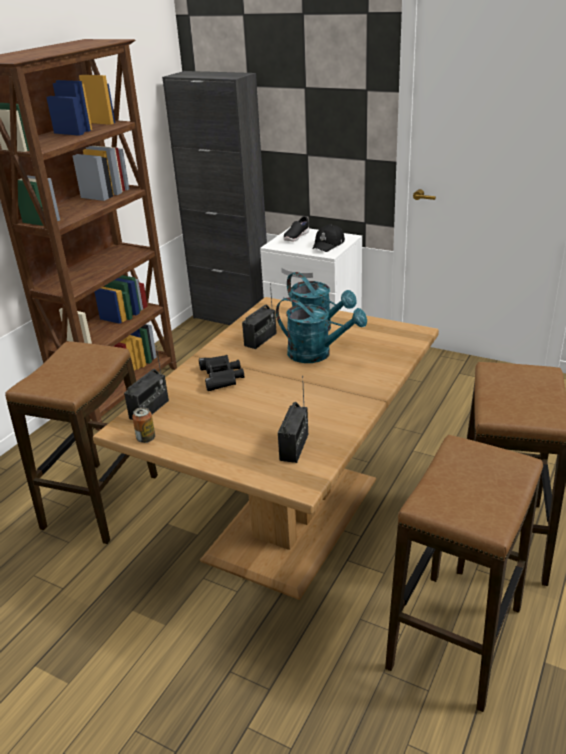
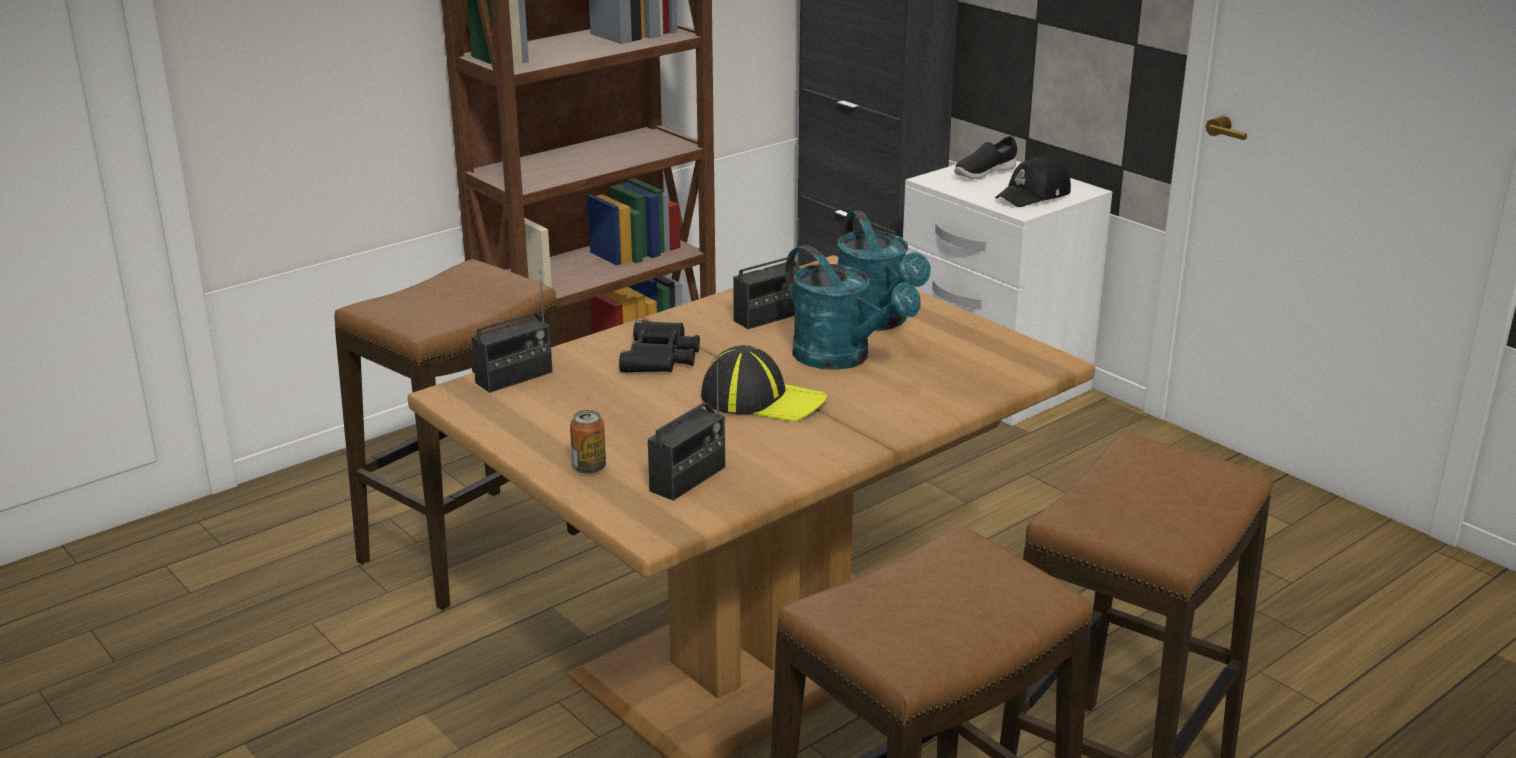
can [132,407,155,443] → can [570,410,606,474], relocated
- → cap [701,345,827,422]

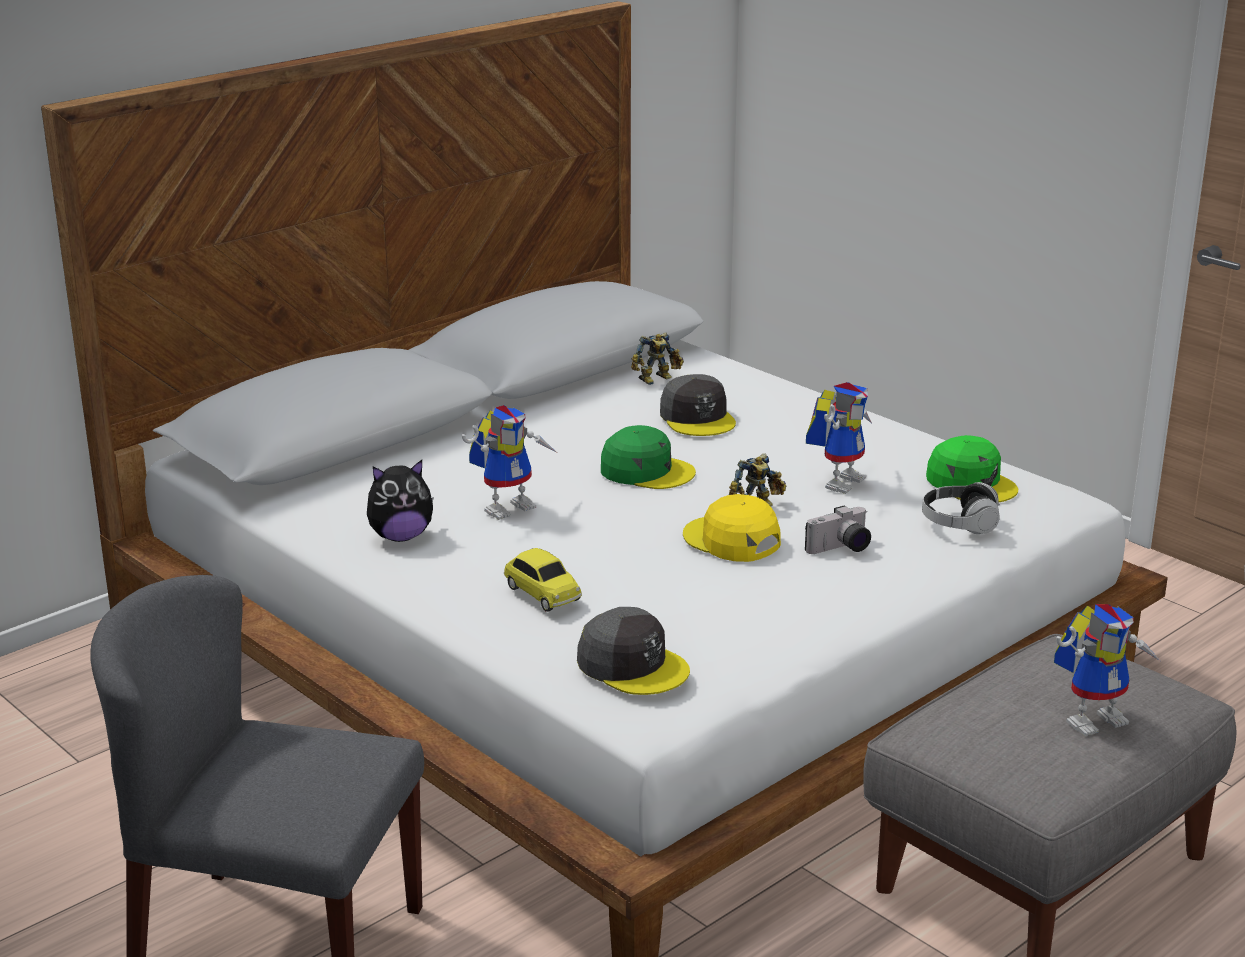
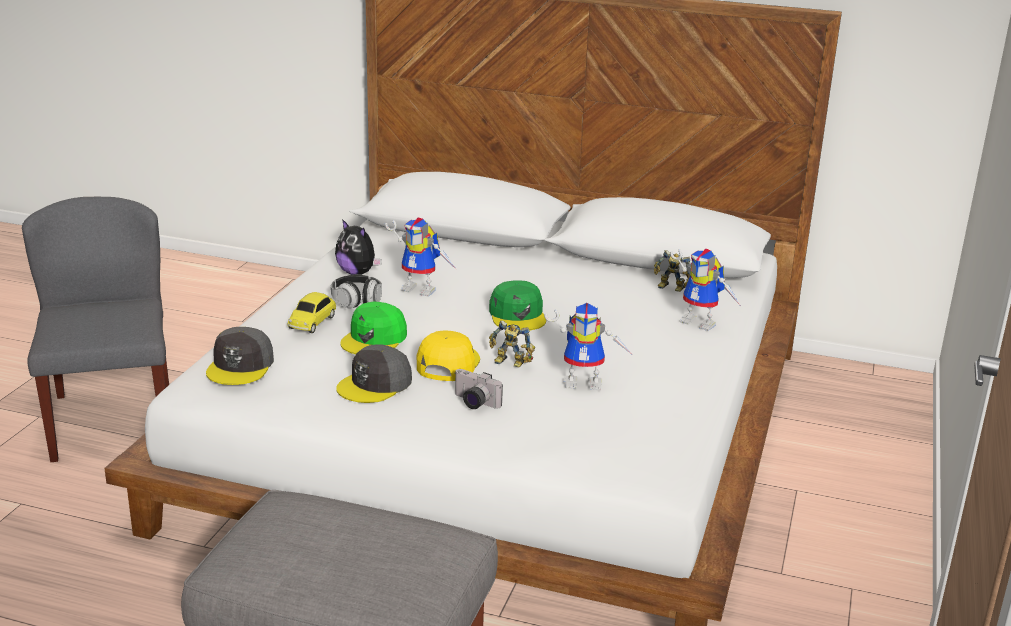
headphones [922,482,1000,534] → headphones [331,275,382,309], relocated
cap (grey) [660,374,736,436] → cap (grey) [336,344,412,403], relocated
cap (green) [926,435,1018,503] → cap (green) [340,302,407,354], relocated
toy robot [1054,604,1160,736] → toy robot [670,249,740,331], relocated

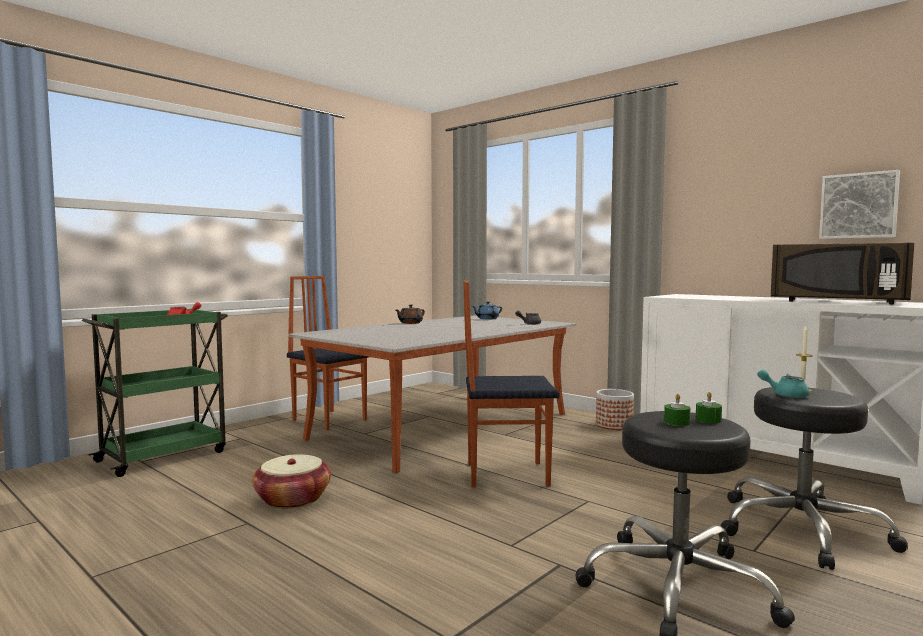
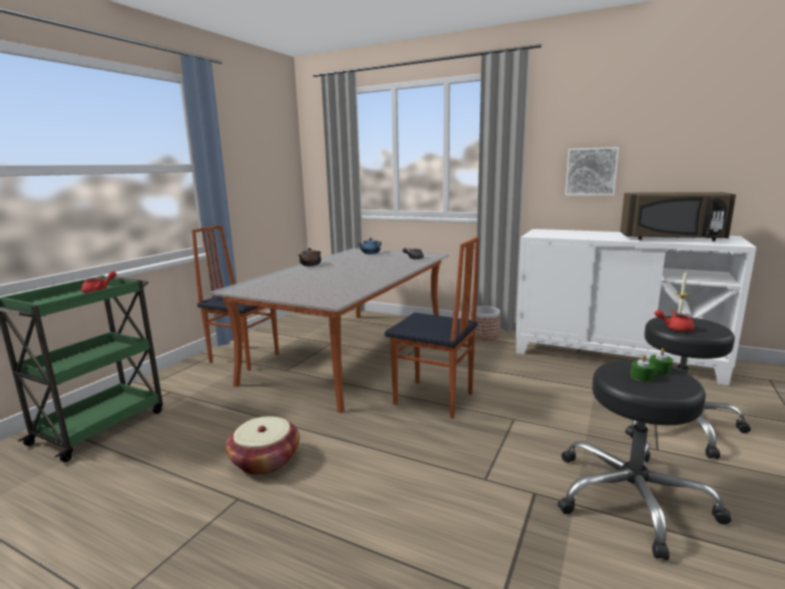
chair [463,280,560,487] → chair [385,237,479,419], 135 degrees counterclockwise
picture [819,170,900,239] → picture [565,147,619,196], relocated
teapot (turquoise) [757,370,810,398] → teapot (red) [654,310,695,332]

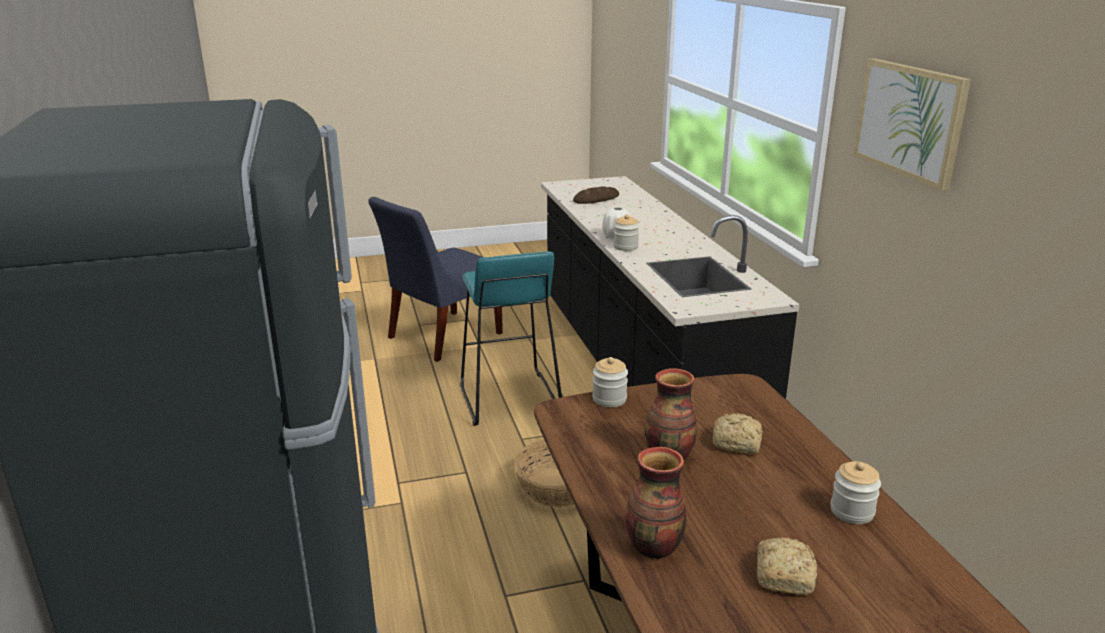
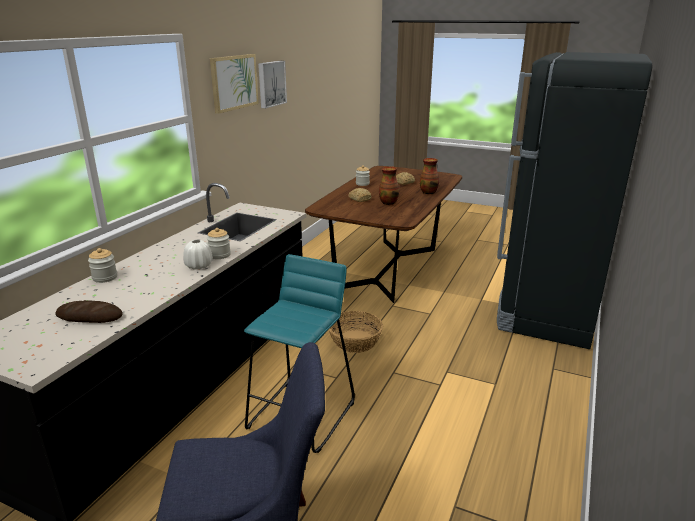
jar [592,357,628,407] → jar [88,248,117,283], relocated
- → picture [258,61,287,108]

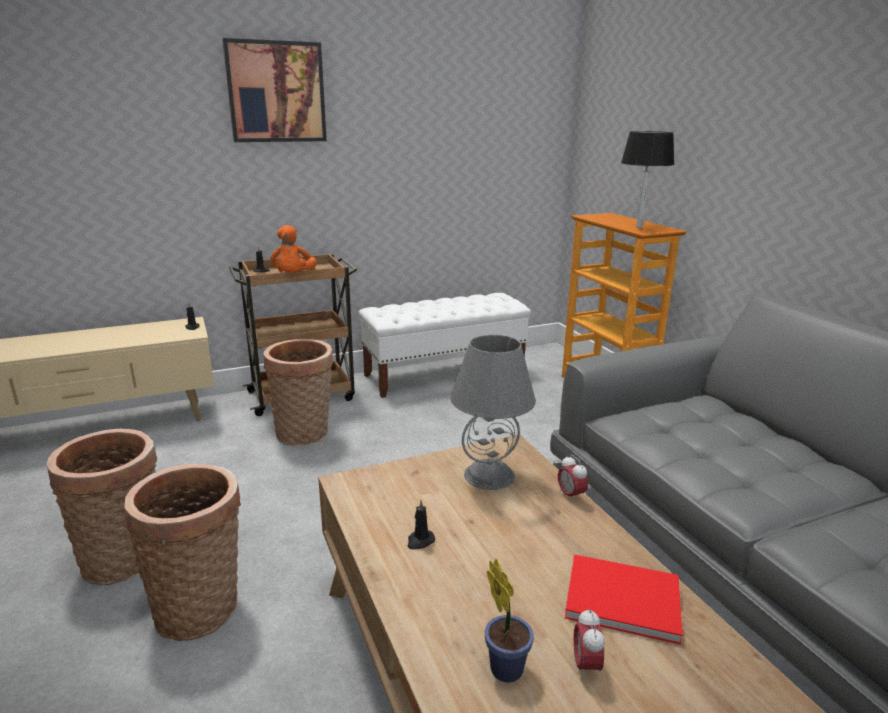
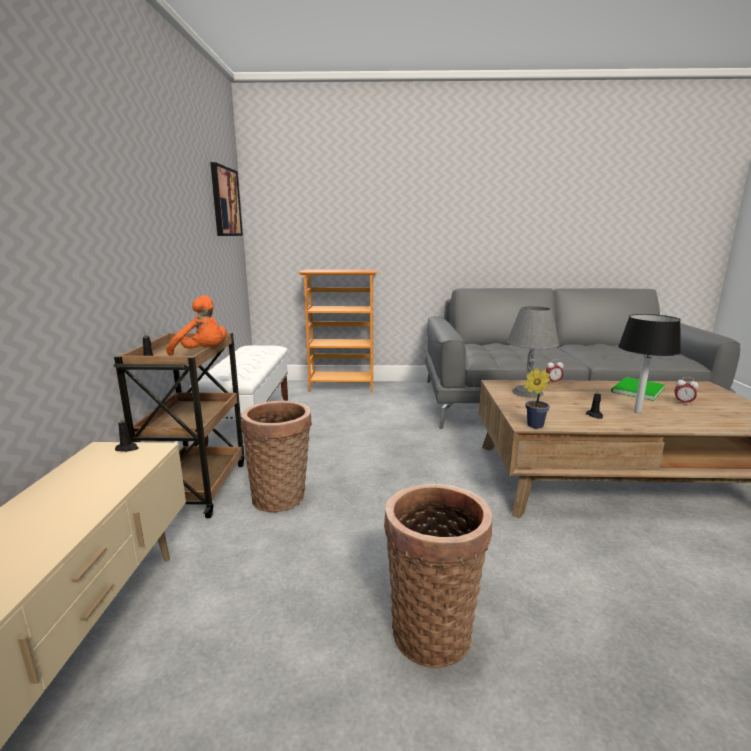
picture [222,38,327,142] → picture [210,162,243,236], relocated
potted plant [485,559,534,683] → potted plant [524,368,550,428], relocated
book (red) [565,554,683,644] → book (green) [611,377,665,401]
table lamp (black) [621,131,675,228] → table lamp (black) [618,314,681,413], relocated
basket [124,464,241,641] → -

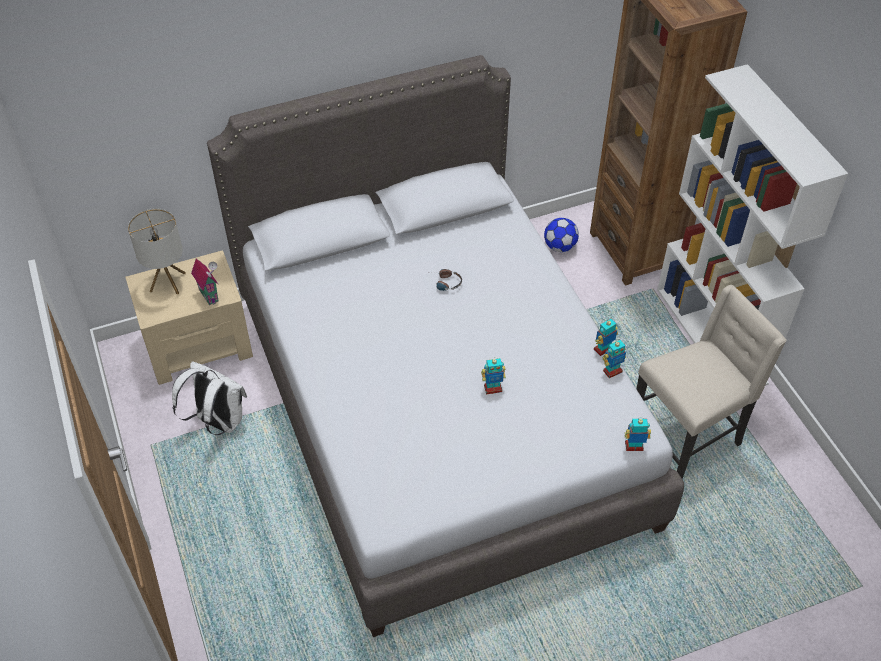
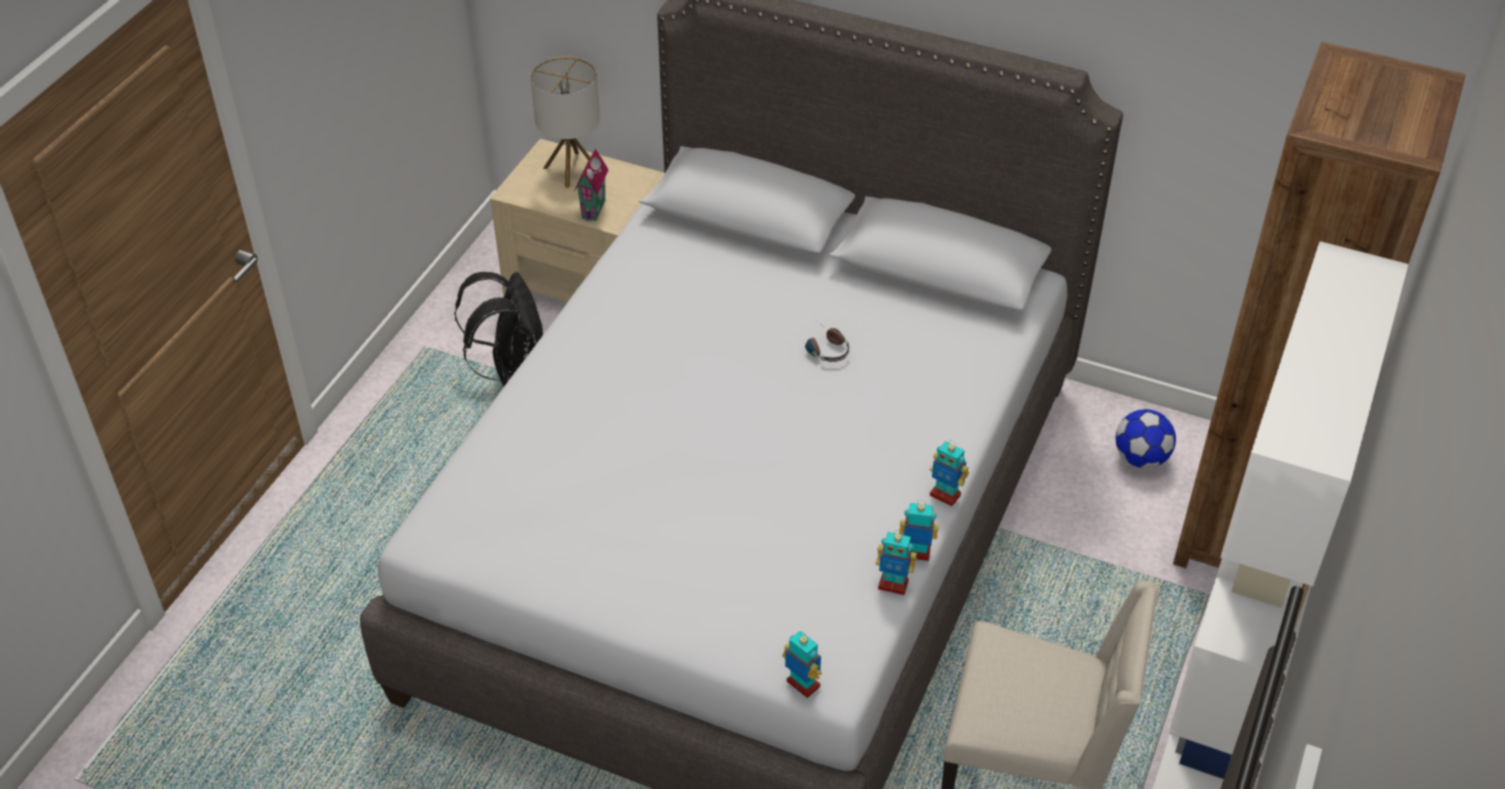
backpack (white) [172,361,247,435] → backpack (black) [454,272,543,386]
toy robot [481,357,506,394] → toy robot [930,440,969,506], relocated

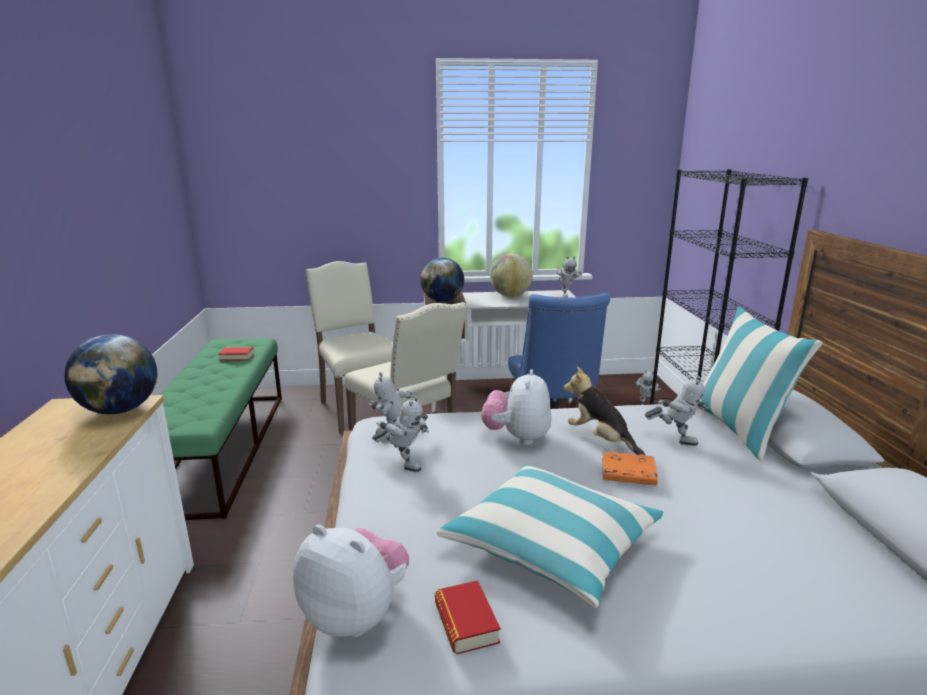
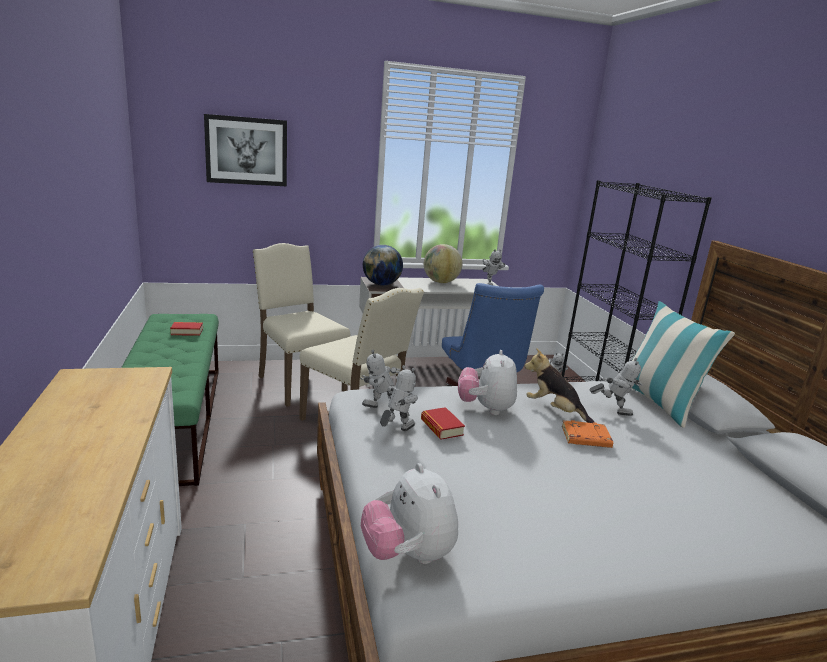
- → picture [204,114,287,186]
plush toy [293,525,409,637] → plush toy [361,463,458,564], 135 degrees counterclockwise
toy robot [372,396,429,472] → toy robot [380,365,418,431], 75 degrees counterclockwise
book [435,581,501,654] → book [421,407,465,440], relocated
globe [64,334,158,414] → -
pillow [437,464,663,608] → -

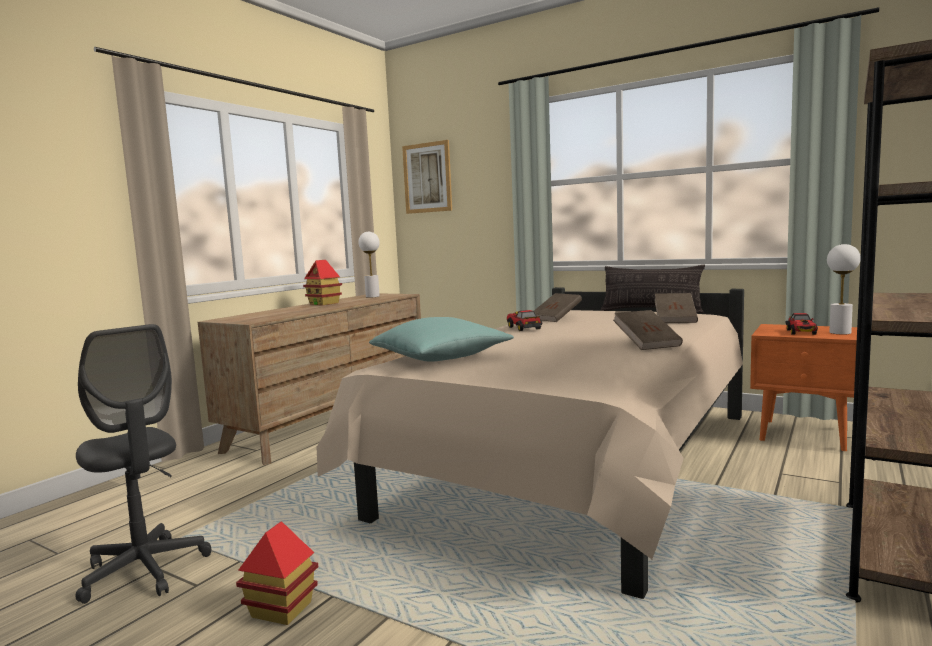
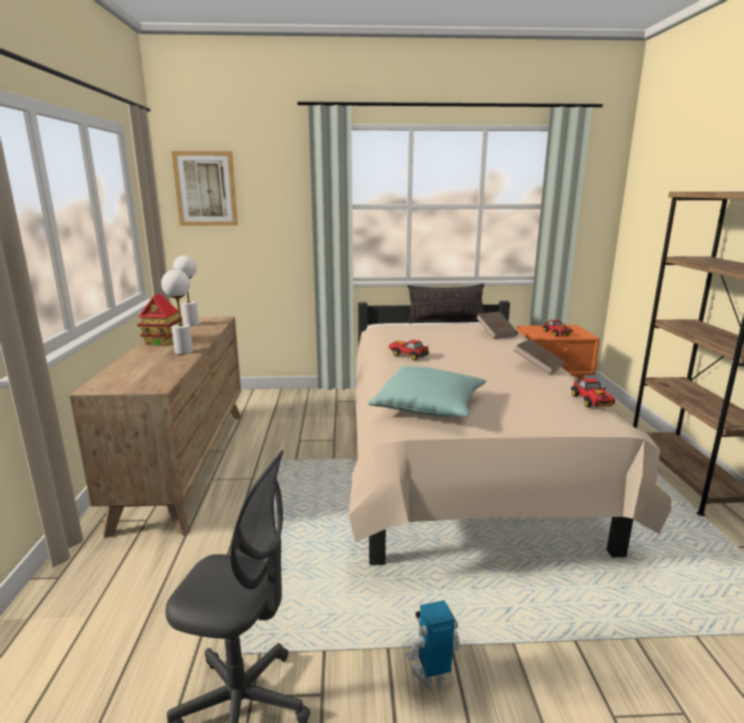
table lamp (white) [827,244,861,334] → table lamp (white) [161,270,193,354], relocated
toy house [236,521,318,625] → toy robot [405,600,462,691]
- → toy car [571,379,615,407]
book (brown) [534,293,582,322] → -

